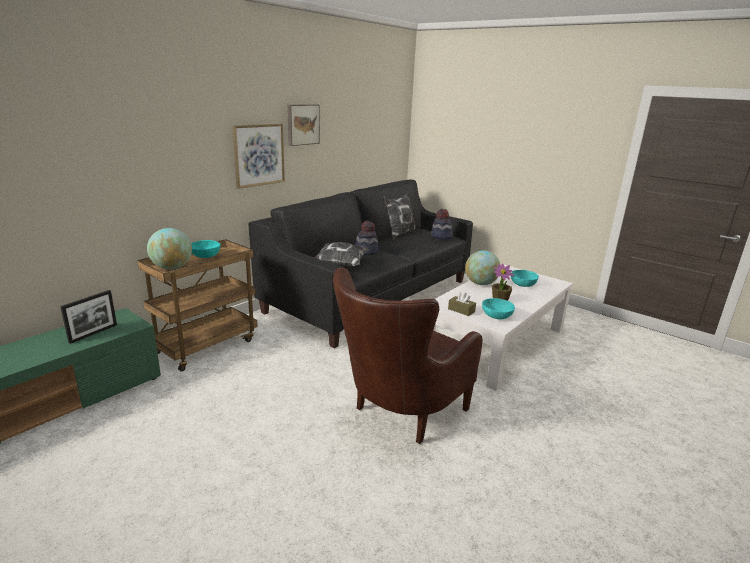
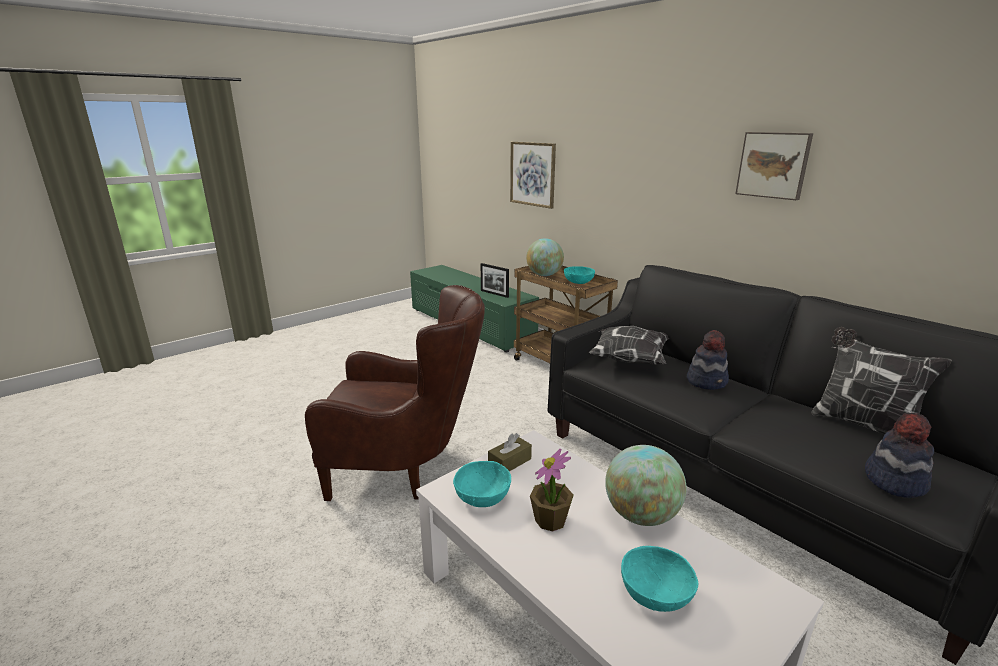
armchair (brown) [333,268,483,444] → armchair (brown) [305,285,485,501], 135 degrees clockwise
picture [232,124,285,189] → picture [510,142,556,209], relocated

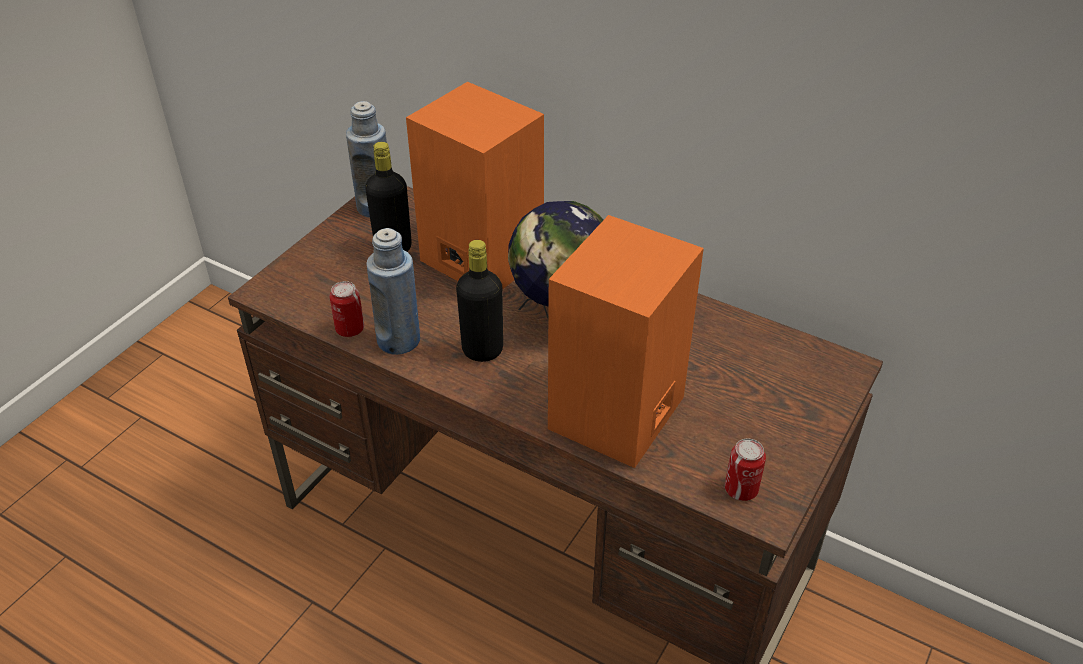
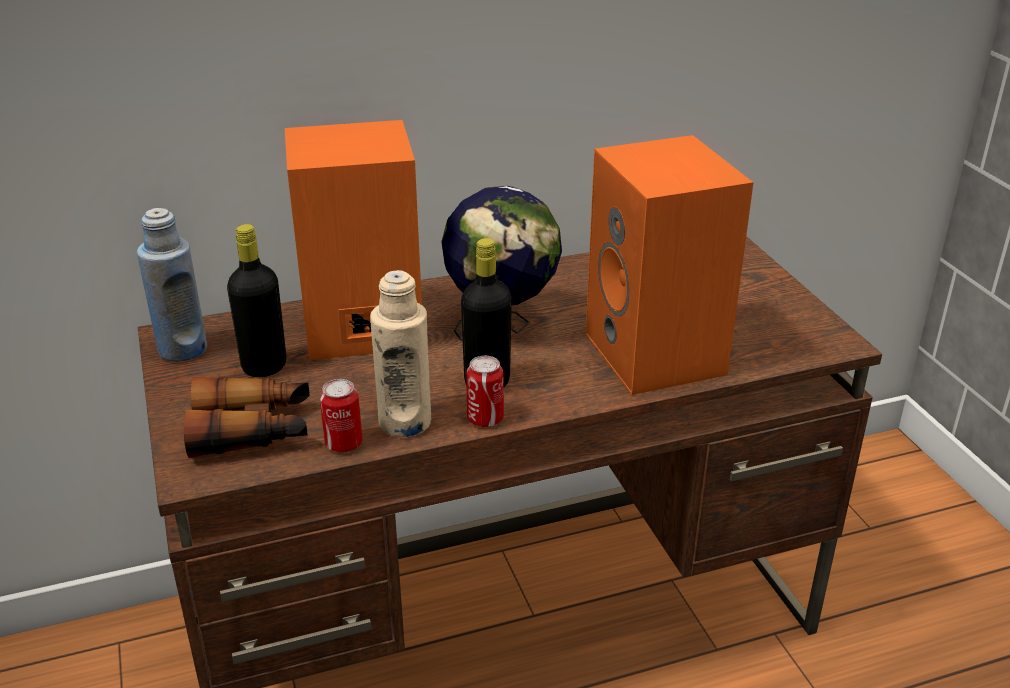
- → binoculars [184,376,310,458]
bottle (blue) [367,228,420,355] → bottle (beige) [370,270,431,437]
can [725,438,766,501] → can [466,356,504,427], relocated

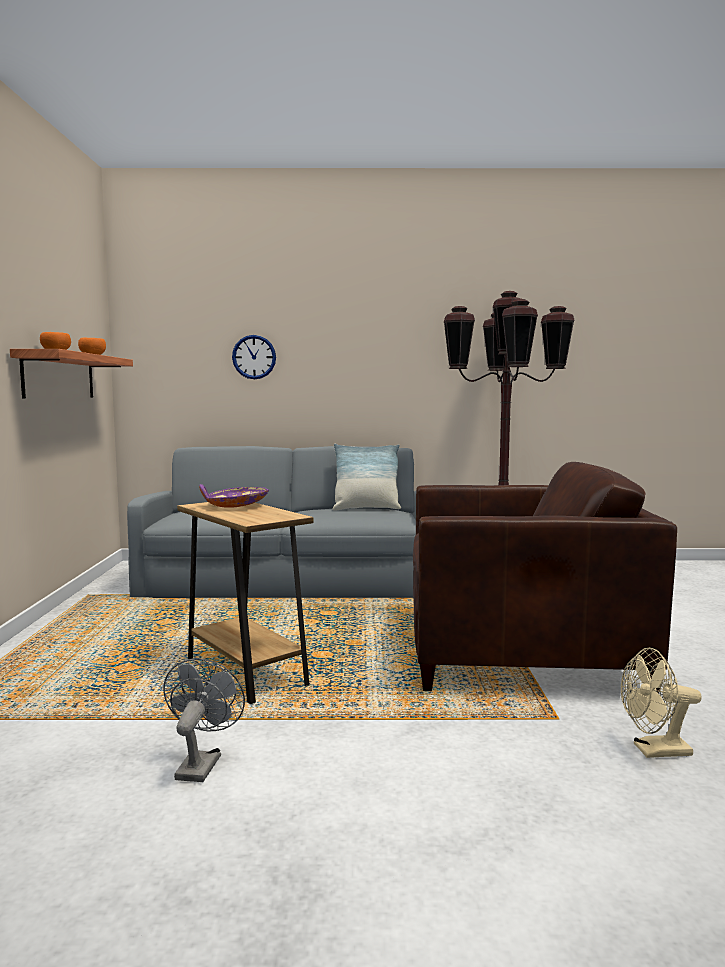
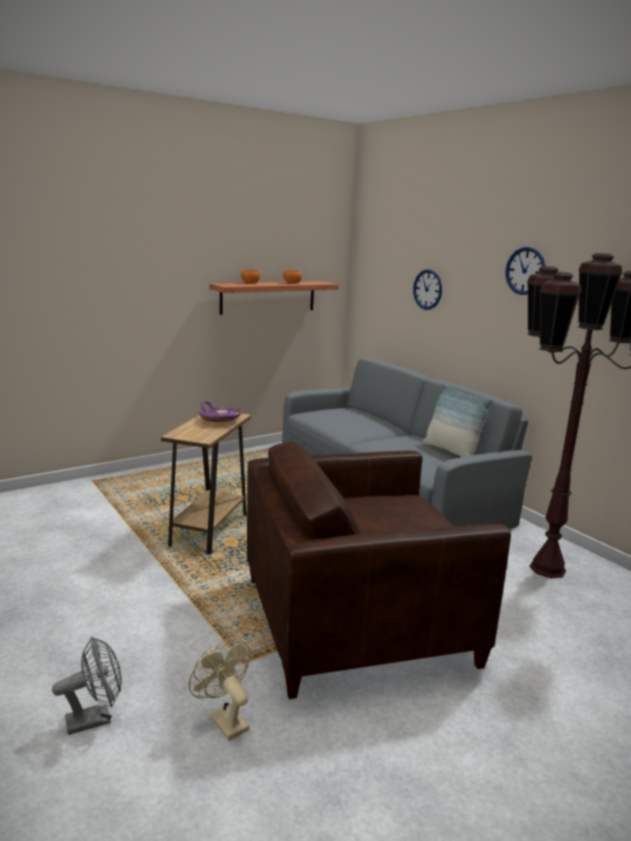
fan (grey) [163,658,245,782] → fan (grey) [52,637,122,735], relocated
armchair (brown) [413,462,677,694] → armchair (brown) [247,441,511,699], 105 degrees clockwise
- → wall clock [506,247,545,295]

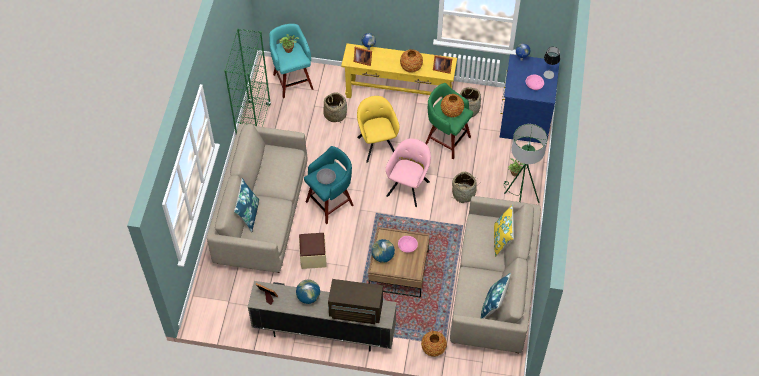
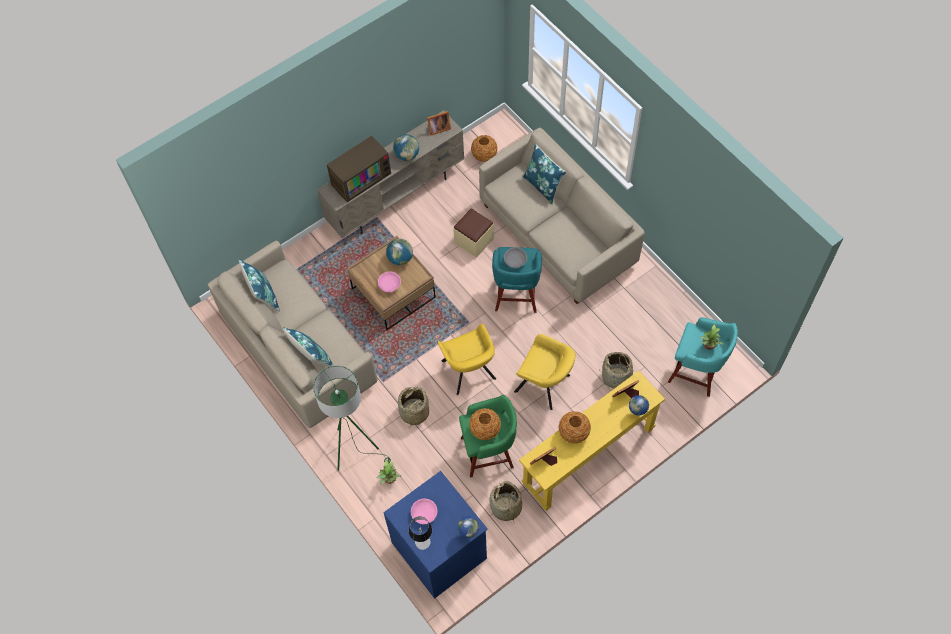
pillow (yellow) [494,204,514,257] → pillow (blue) [283,327,334,367]
armchair (pink) [386,138,431,207] → armchair (yellow) [438,324,496,395]
vase [421,331,447,357] → vase [471,135,498,162], relocated
bookcase (green) [224,28,271,133] → -

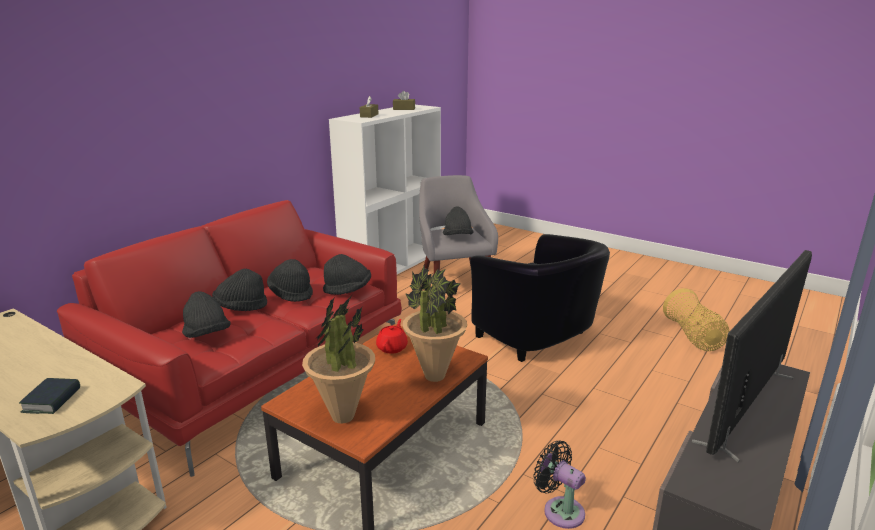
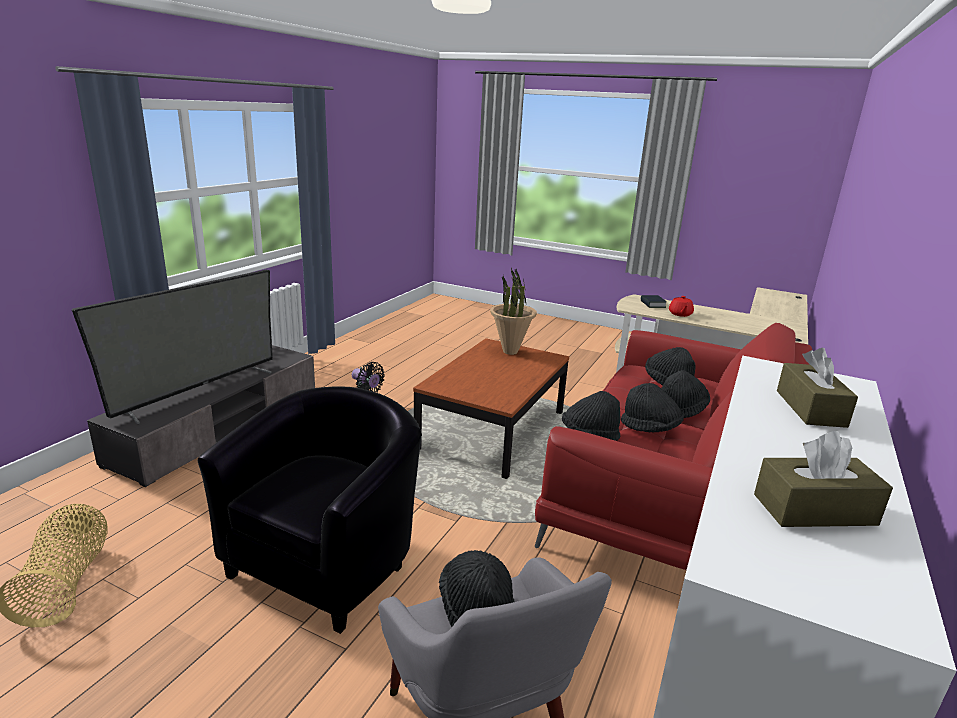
armchair (black) [470,234,610,362] → armchair (black) [198,387,422,634], 75 degrees clockwise
teapot (red) [376,319,408,354] → teapot (red) [669,296,694,317], relocated
potted plant [403,266,467,382] → -

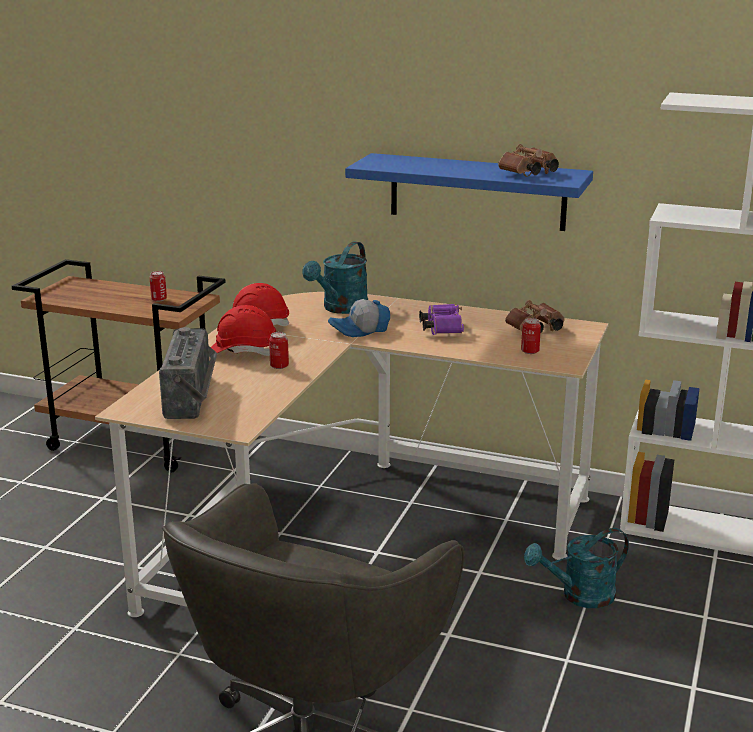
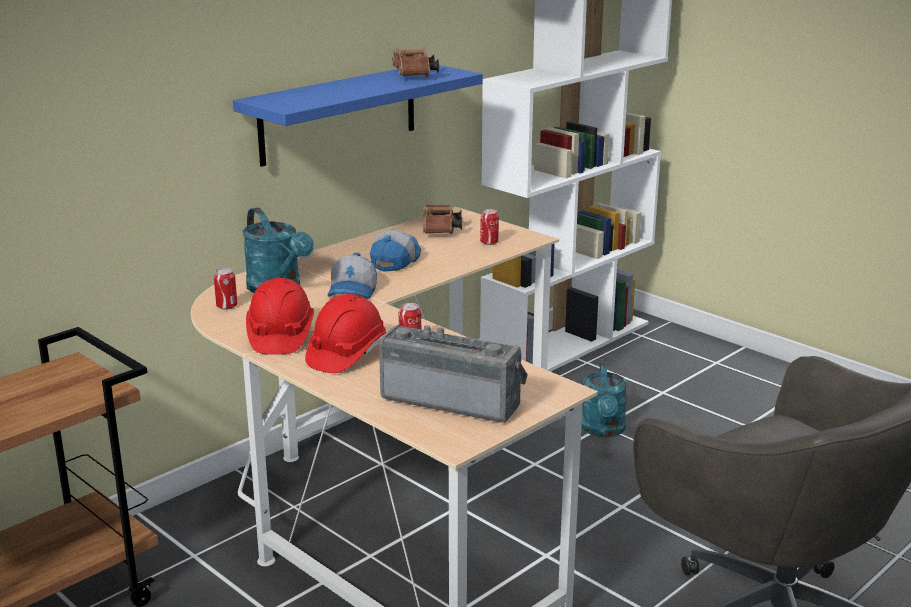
can [150,271,167,302] → can [214,268,237,310], relocated
binoculars (purple) [419,304,464,335] → cap [370,230,421,272]

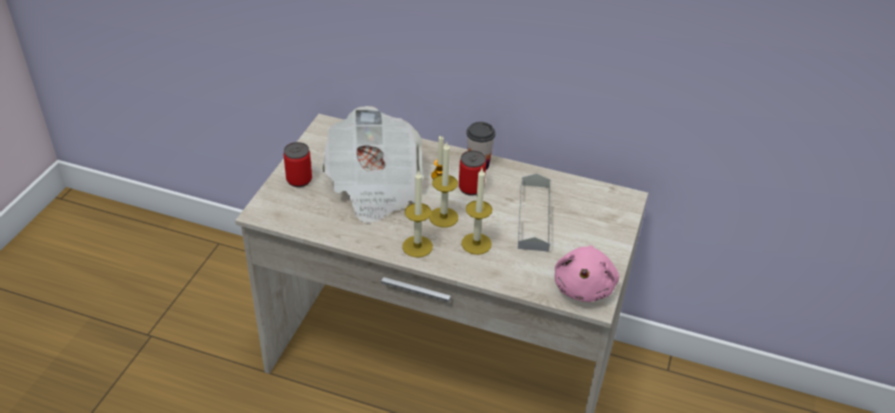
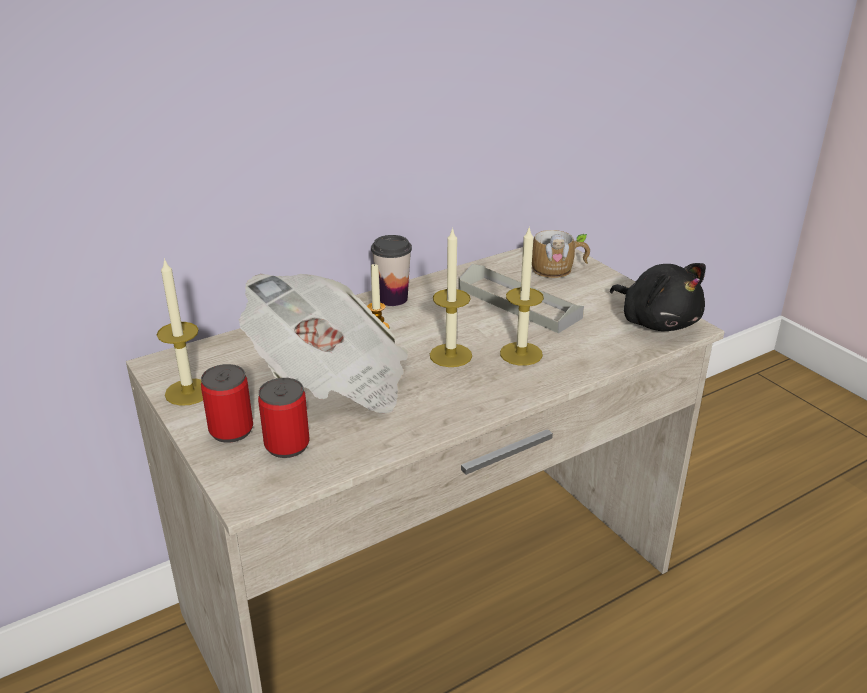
candle [402,170,433,258] → candle [157,258,203,406], relocated
can [459,150,486,196] → can [258,378,310,458], relocated
- → mug [532,230,590,278]
plush toy (pink) [555,245,619,302] → plush toy (black) [610,263,706,331]

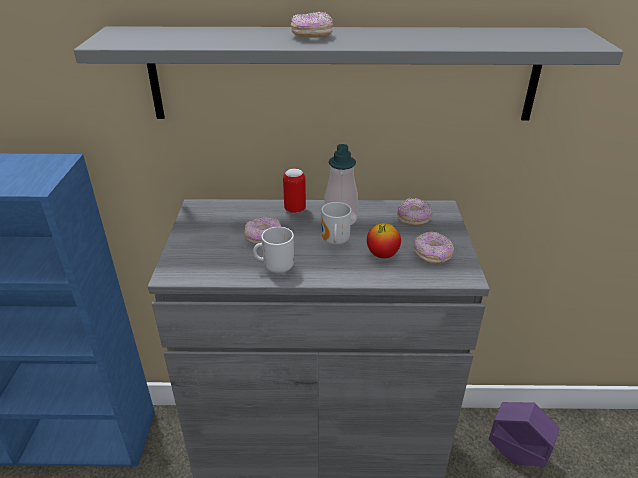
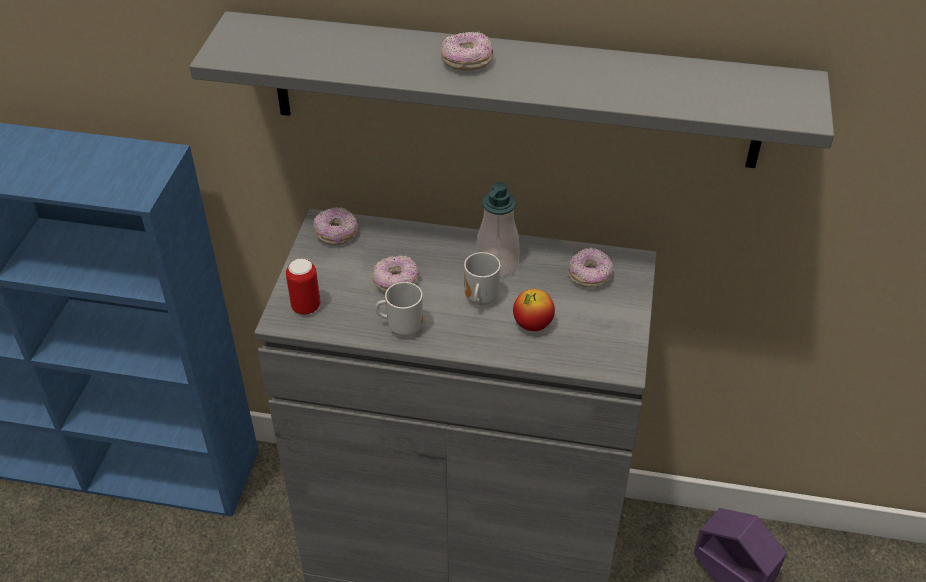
can [283,169,306,213] → can [286,258,320,315], relocated
donut [414,232,454,264] → donut [313,207,358,245], relocated

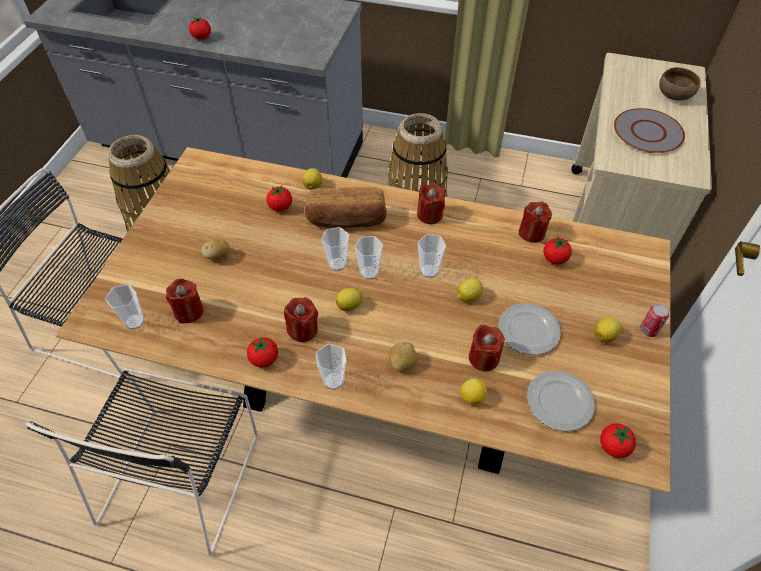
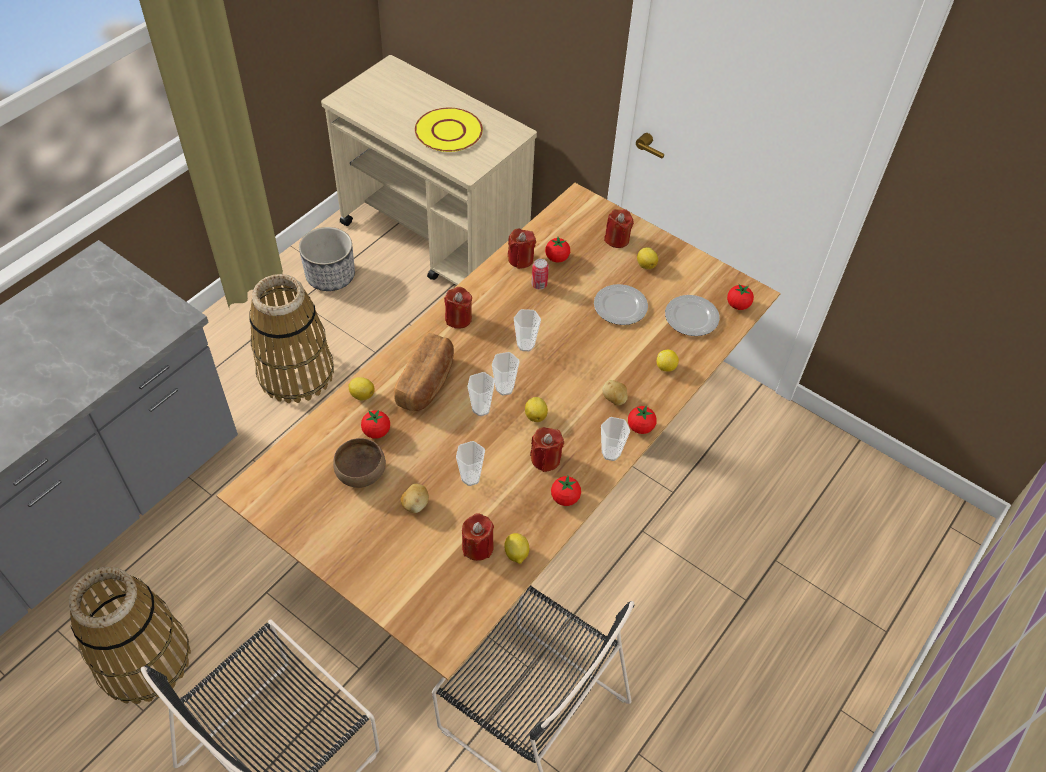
- → planter [299,227,355,291]
bowl (brown) [659,67,701,101] → bowl (brown) [333,438,386,488], relocated
plate (grey) [614,108,685,153] → plate (yellow) [415,108,483,152]
cup [105,284,144,330] → cup [456,441,485,486], relocated
lemon [458,278,483,302] → lemon [504,533,529,564], relocated
can [640,304,669,337] → can [531,259,549,289], relocated
candle (red) [469,325,505,371] → candle (red) [604,209,634,248], relocated
tomato [189,16,211,40] → tomato [628,405,657,434], relocated

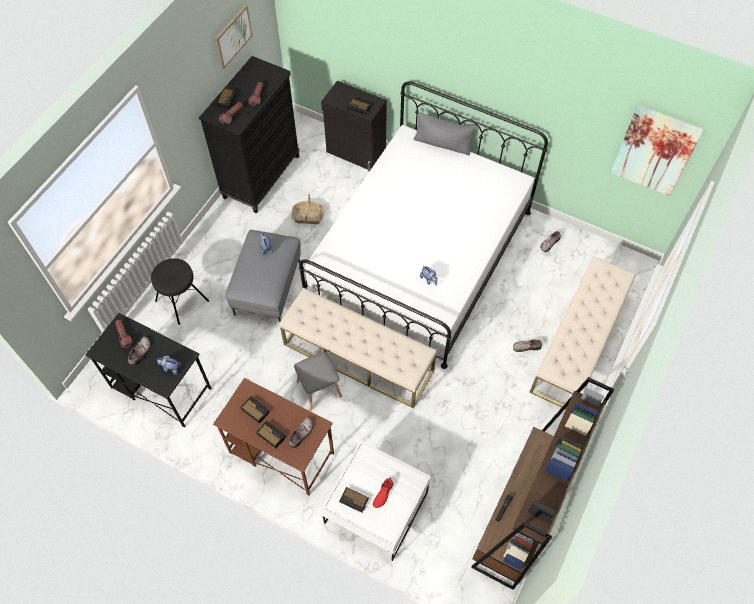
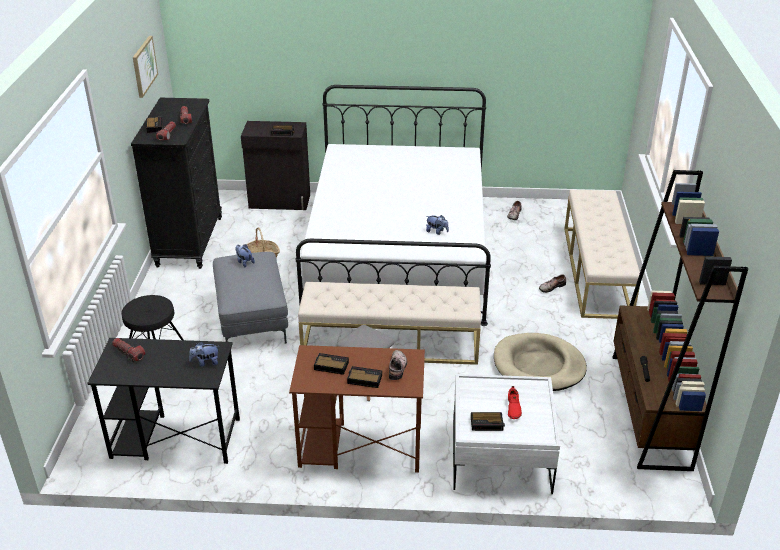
- → dog bed (beige) [494,333,587,391]
shoe [128,337,151,366] → -
pillow (grey) [414,112,476,155] → -
picture [611,105,704,196] → -

